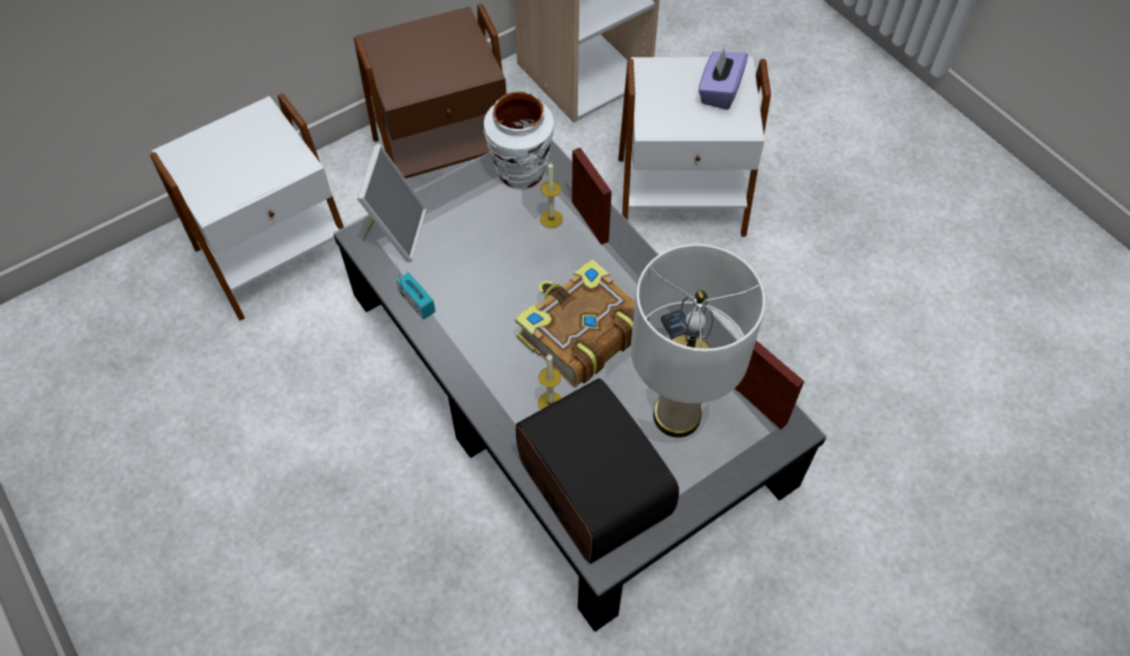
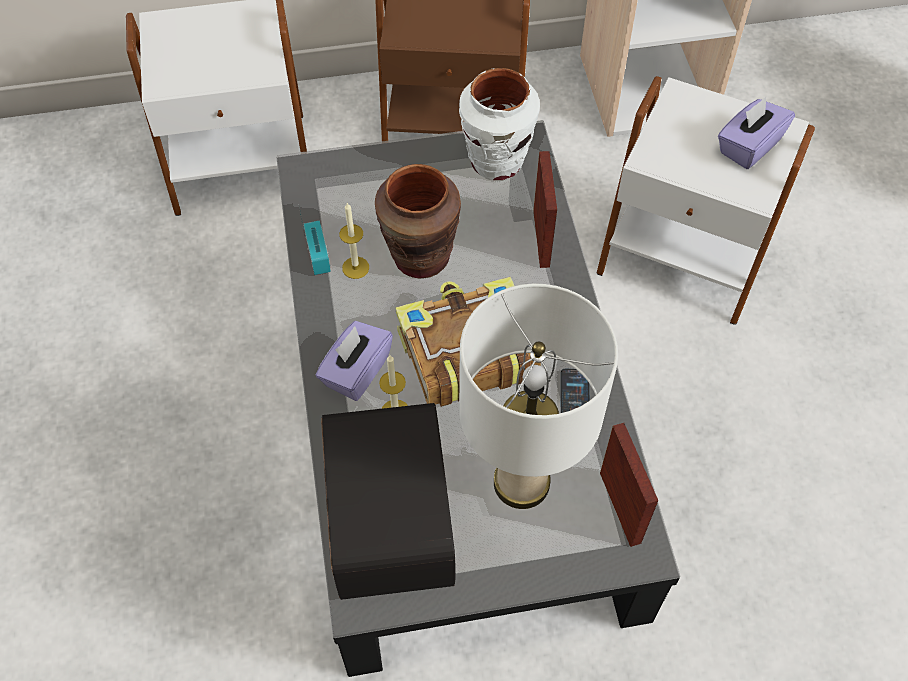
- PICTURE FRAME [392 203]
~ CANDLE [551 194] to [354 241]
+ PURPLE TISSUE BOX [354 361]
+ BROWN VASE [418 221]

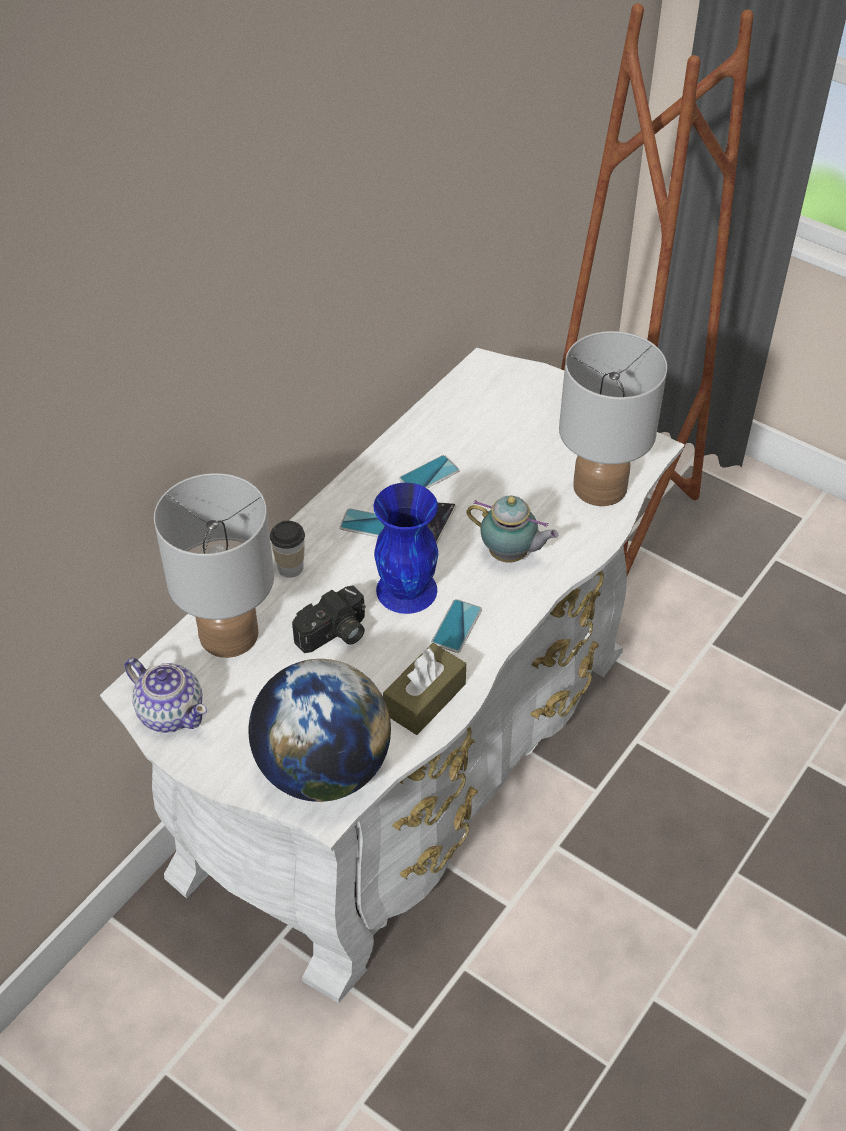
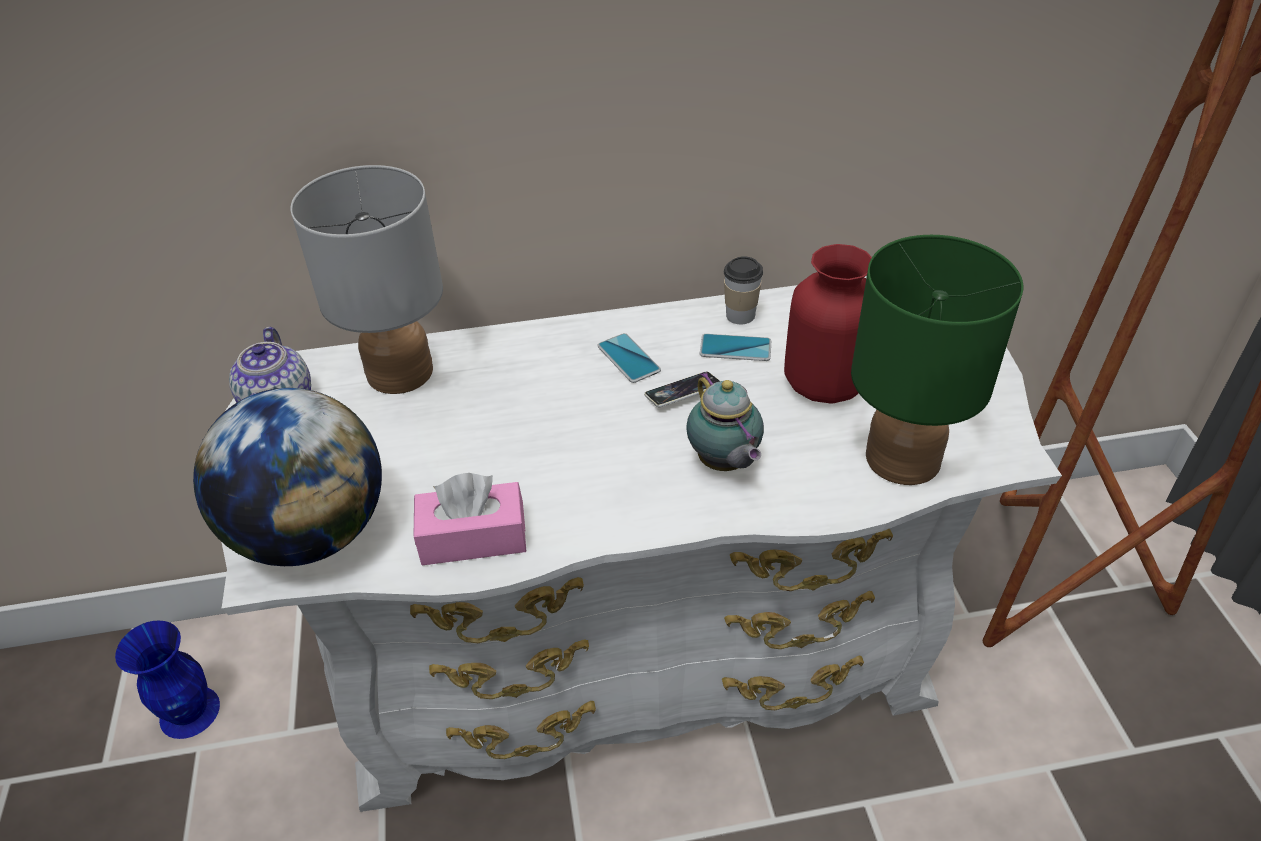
~ CUP [287 549] to [743 290]
- PHOTO CAMERA [329 619]
~ BLUE VASE [406 548] to [167 679]
~ BROWN TISSUE BOX [424 689] to PINK TISSUE BOX [470 519]
- PHONE [456 626]
~ GREY TABLE LAMP [613 418] to GREEN TABLE LAMP [937 360]
+ RED VASE [828 324]

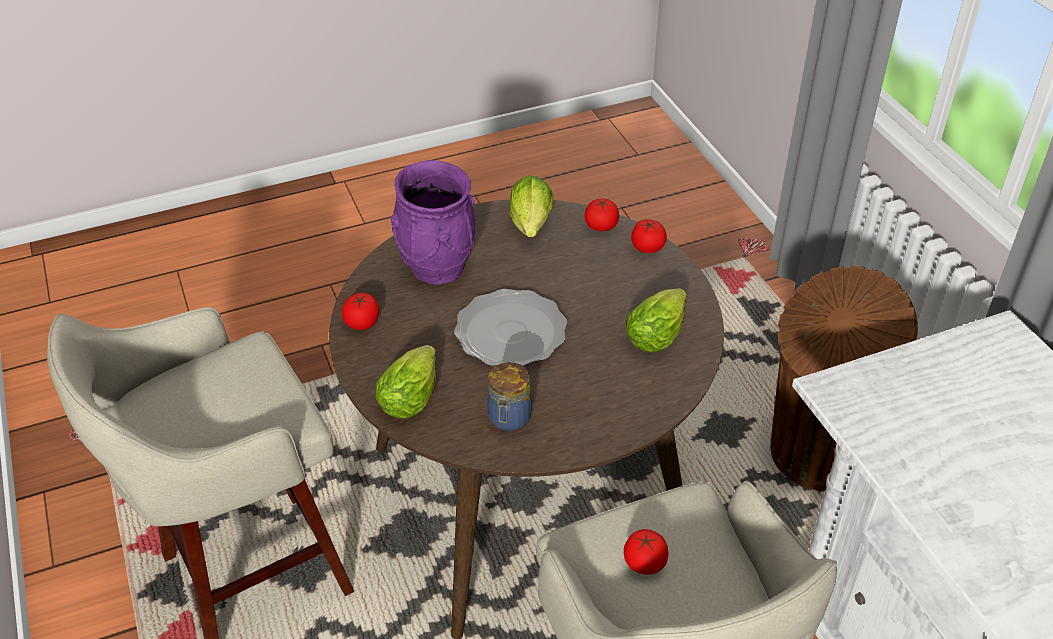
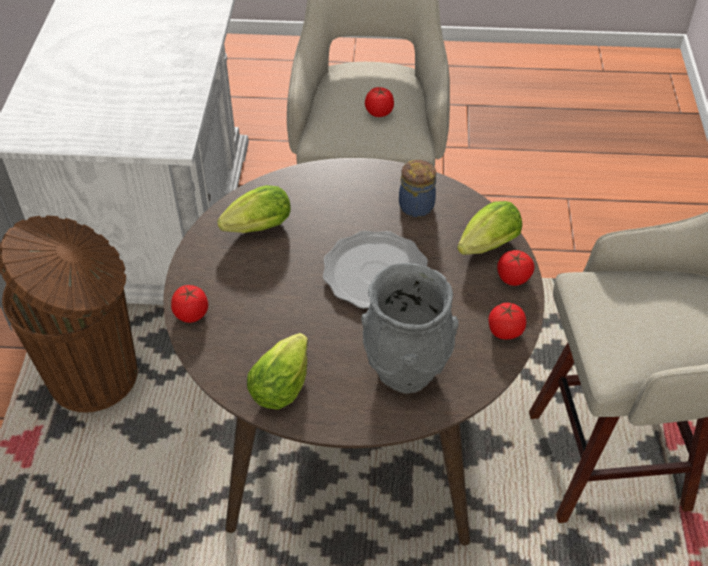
~ PURPLE VASE [433 222] to GREY VASE [410 328]
~ TOMATO [602 215] to [516 268]

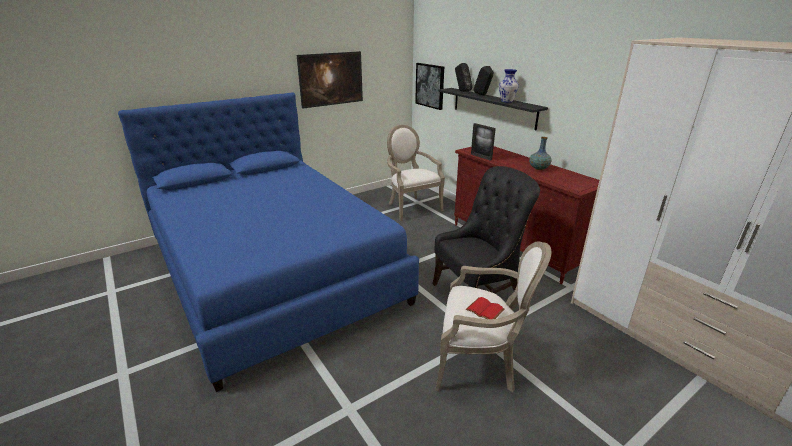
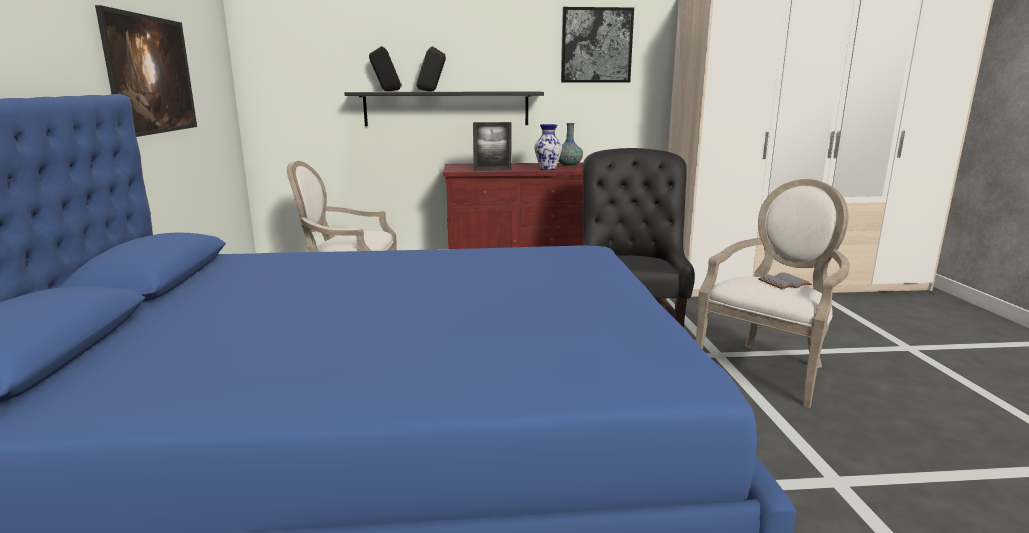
~ PICTURE [429 86] to [597 44]
~ RED BOOK [485 308] to GREY BOOK [785 281]
~ VASE [509 86] to [548 147]

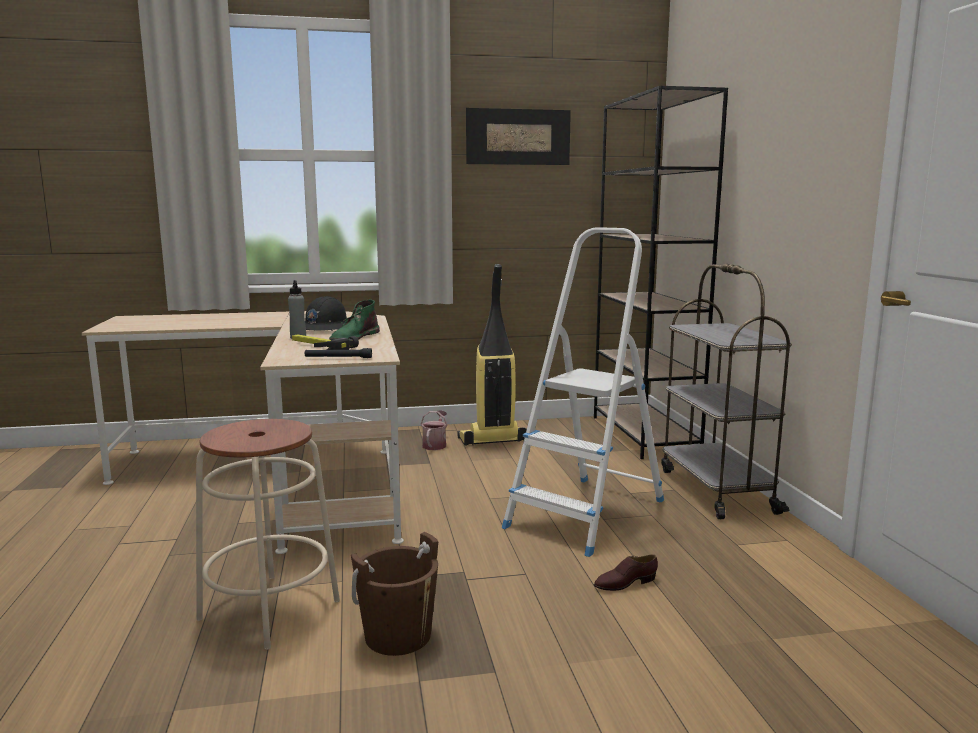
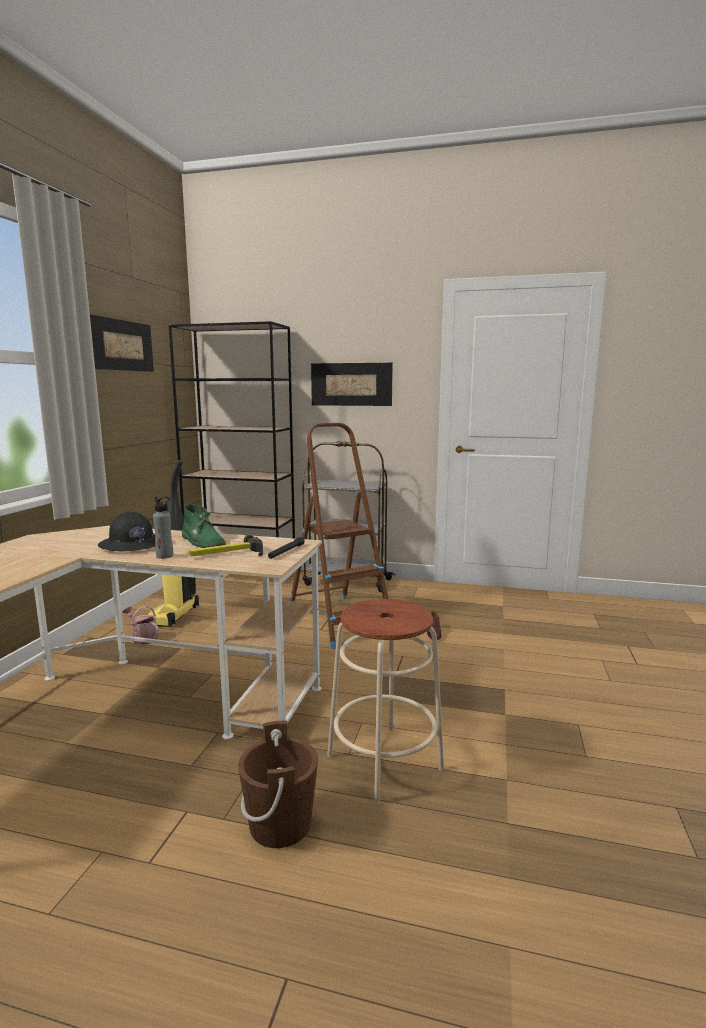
~ BROWN BUCKET [395 594] to [278 784]
~ WHITE STEP LADDER [583 392] to BROWN STEP LADDER [339 536]
+ PICTURE [352 384]

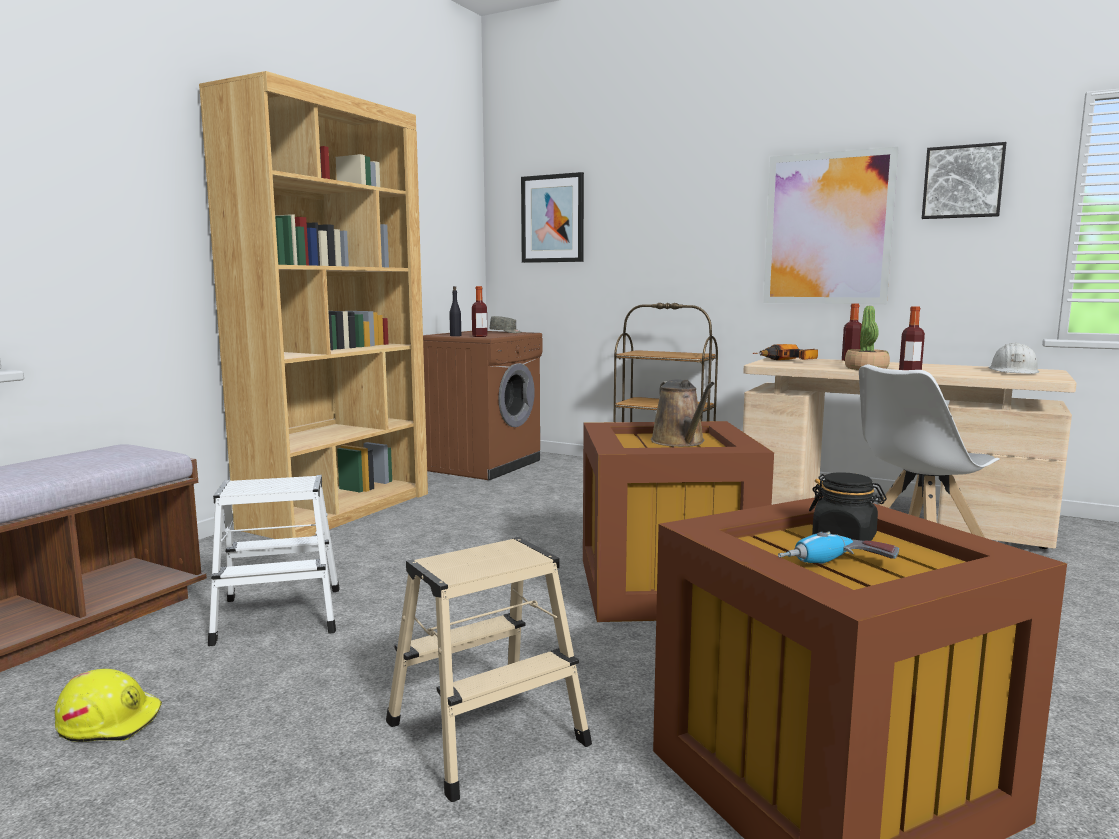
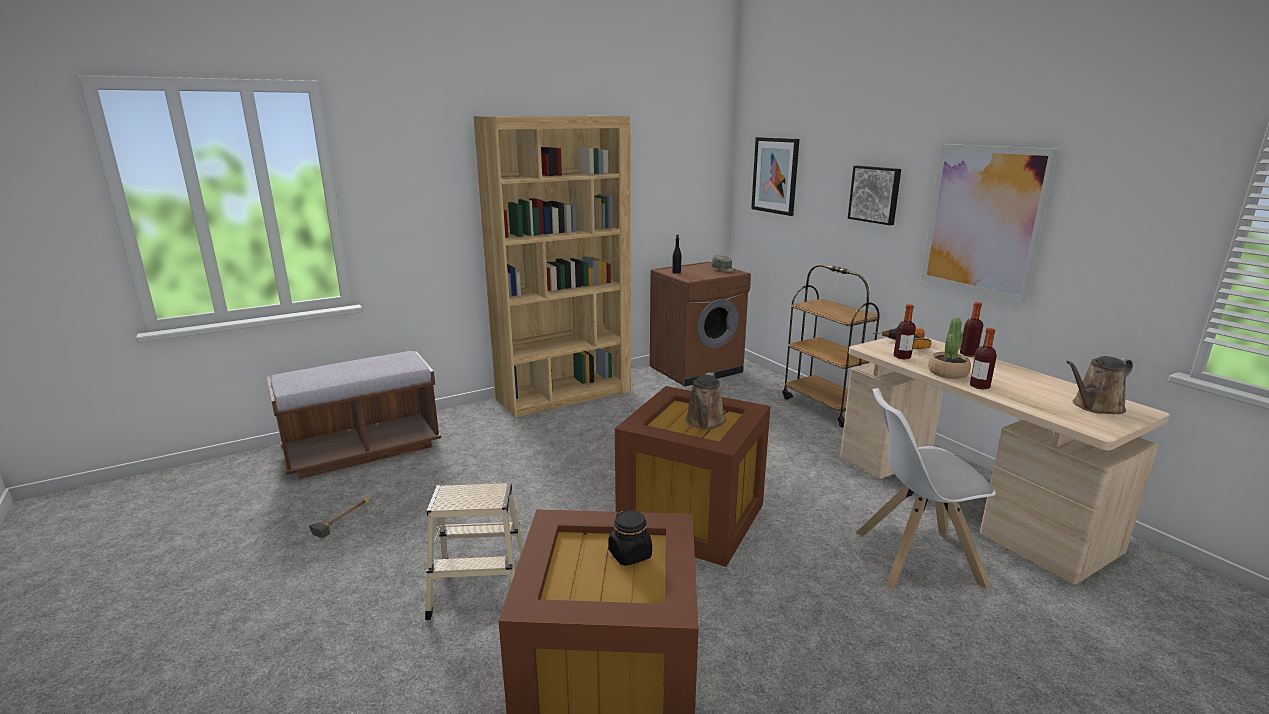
~ YELLOW HARD HAT [108 705] to HAMMER [339 518]
- WHITE STEP LADDER [274 560]
~ BOTTLE [479 311] to [905 332]
- POWER DRILL [838 548]
~ PICTURE [964 180] to [874 195]
~ WHITE HARD HAT [1014 358] to BROWN WATERING CAN [1099 385]

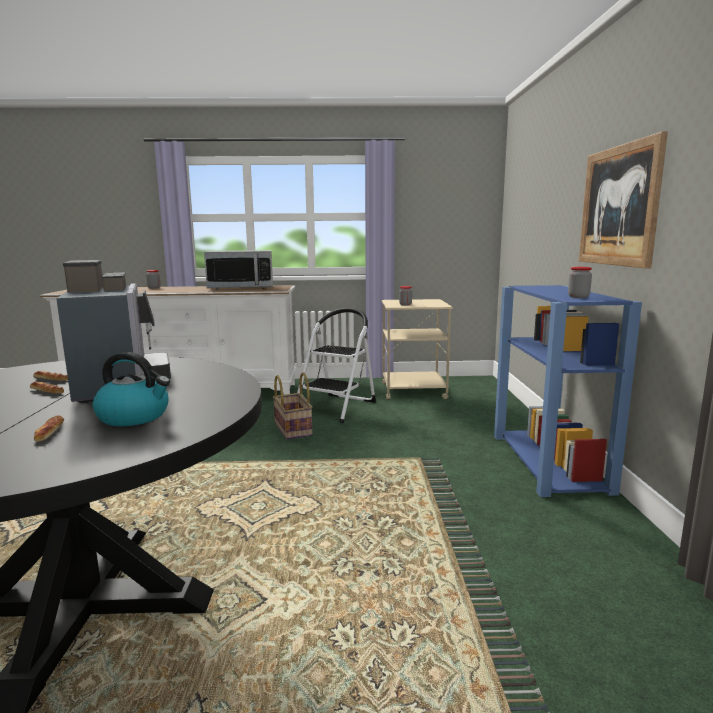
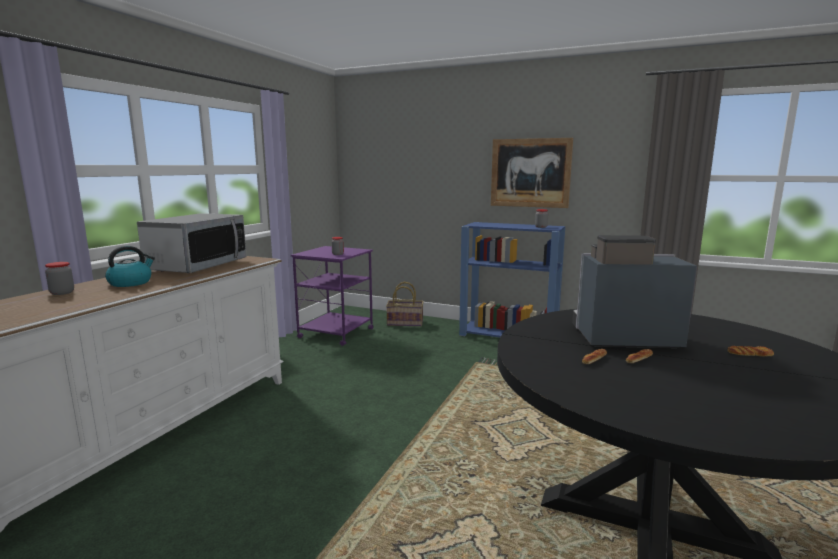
~ KETTLE [131 389] to [130 266]
~ BASKET [293 406] to [405 304]
- STEP LADDER [336 365]
~ BEIGE CART [417 349] to PURPLE CART [332 296]

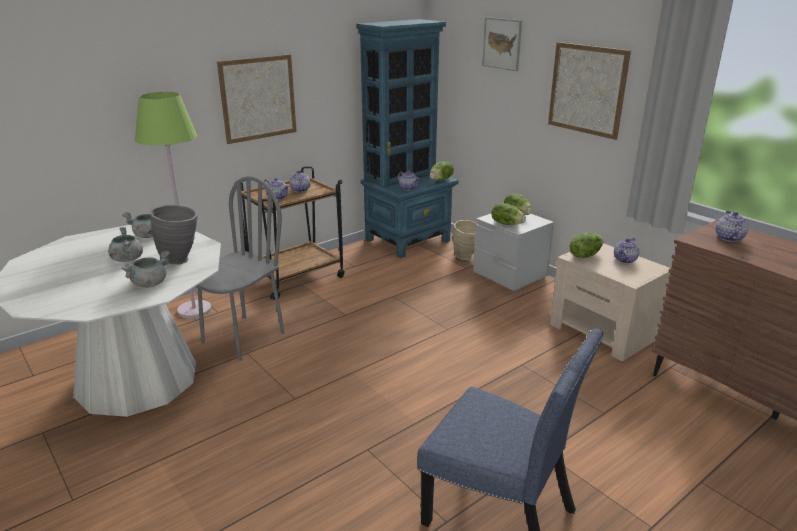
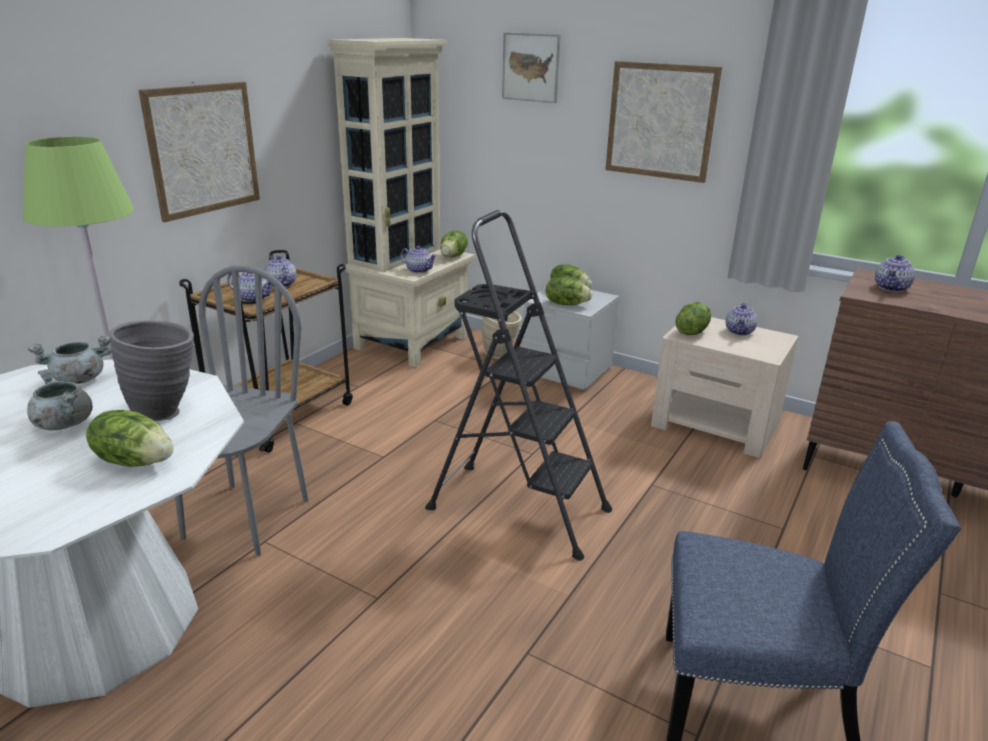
~ GREY COOKING POT [146 269] to LETTUCE [130 438]
~ BLUE CABINET [407 138] to BEIGE CABINET [401 202]
~ TEAPOT [732 226] = [895 273] 135 degrees counterclockwise
+ STEP LADDER [518 385]

